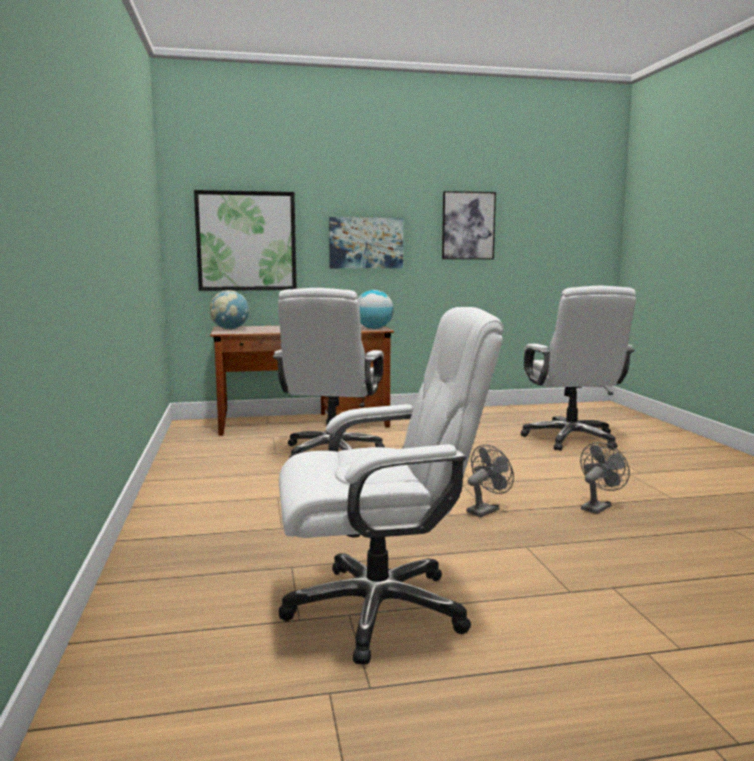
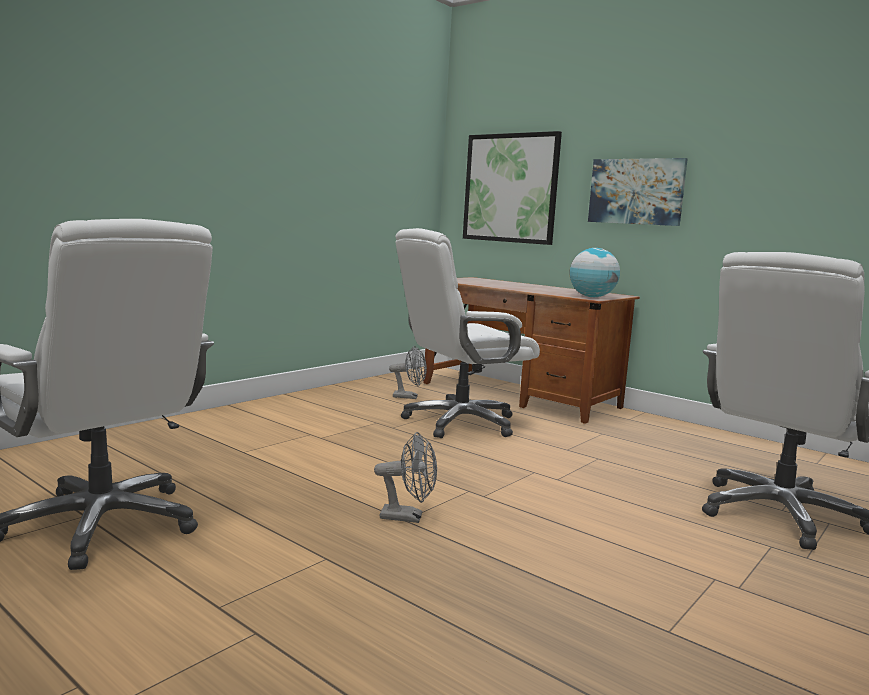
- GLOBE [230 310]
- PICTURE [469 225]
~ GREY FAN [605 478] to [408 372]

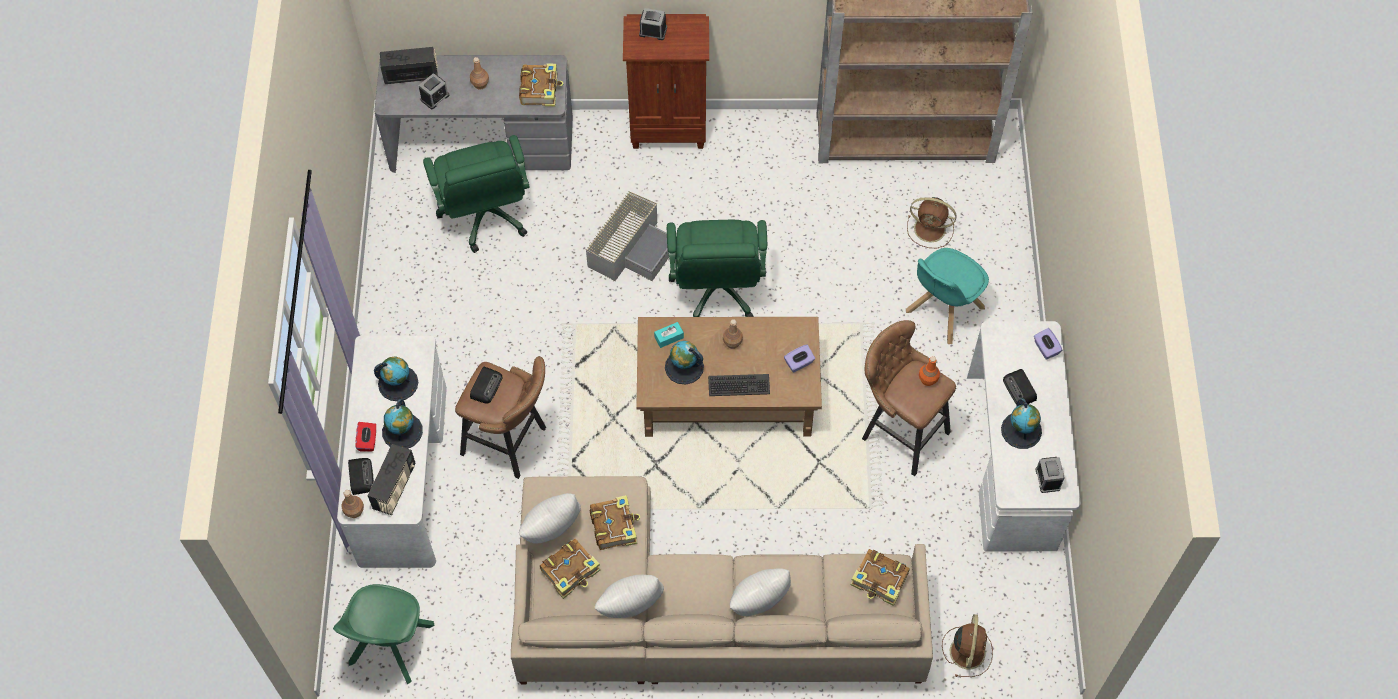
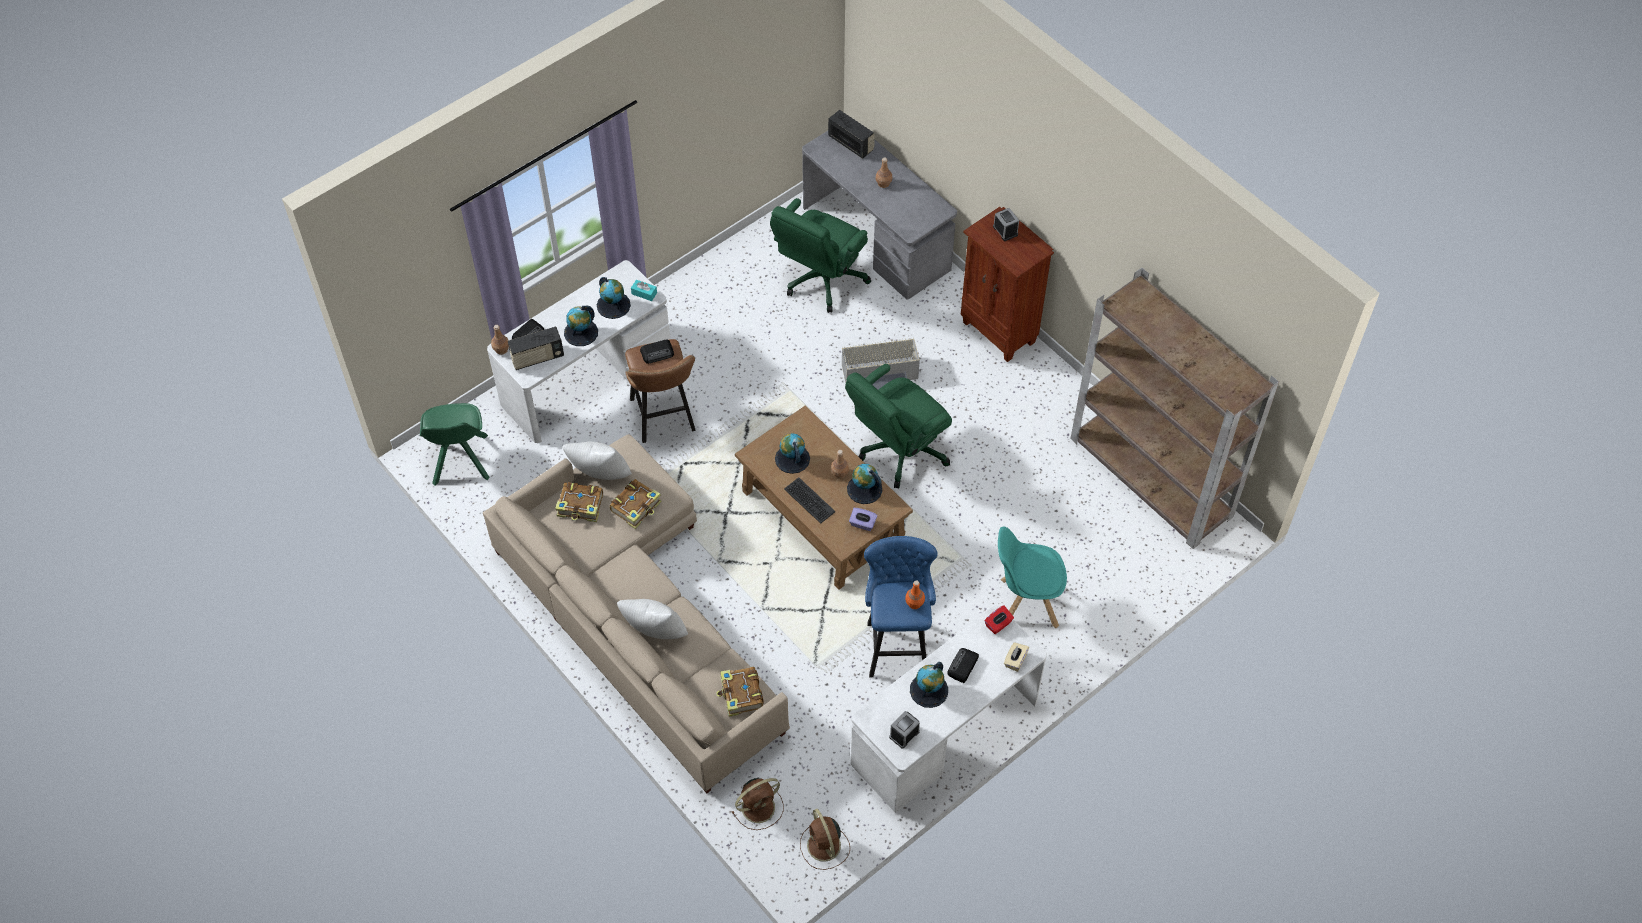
~ GREEN CHAIR [384 634] = [455 444] 75 degrees counterclockwise
~ RED TISSUE BOX [365 436] to [999 619]
- ALARM CLOCK [434 91]
- BOOK [541 85]
- WHITE PILLOW [629 596]
~ TURQUOISE TISSUE BOX [669 335] to [644 290]
~ BROWN STOOL [909 398] to BLUE STOOL [901 606]
~ BROWN FAN [932 222] to [825 839]
~ PURPLE TISSUE BOX [1048 343] to BEIGE TISSUE BOX [1016 657]
+ GLOBE [864 484]

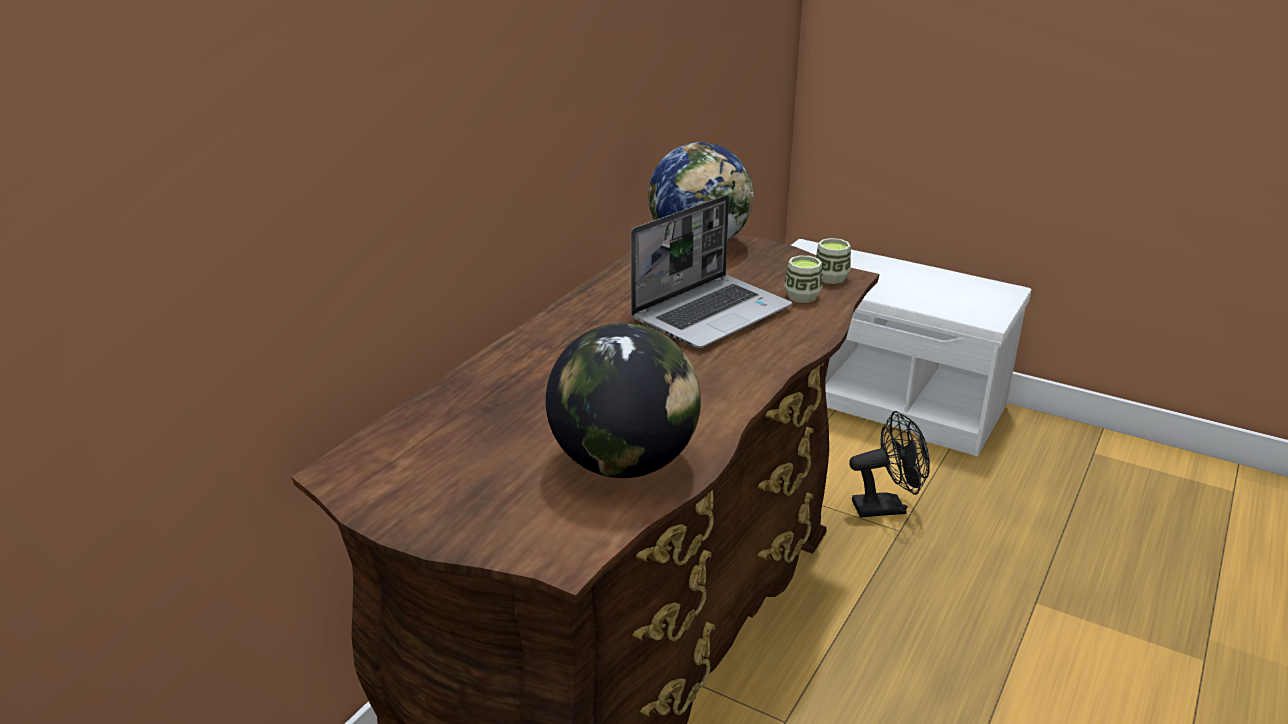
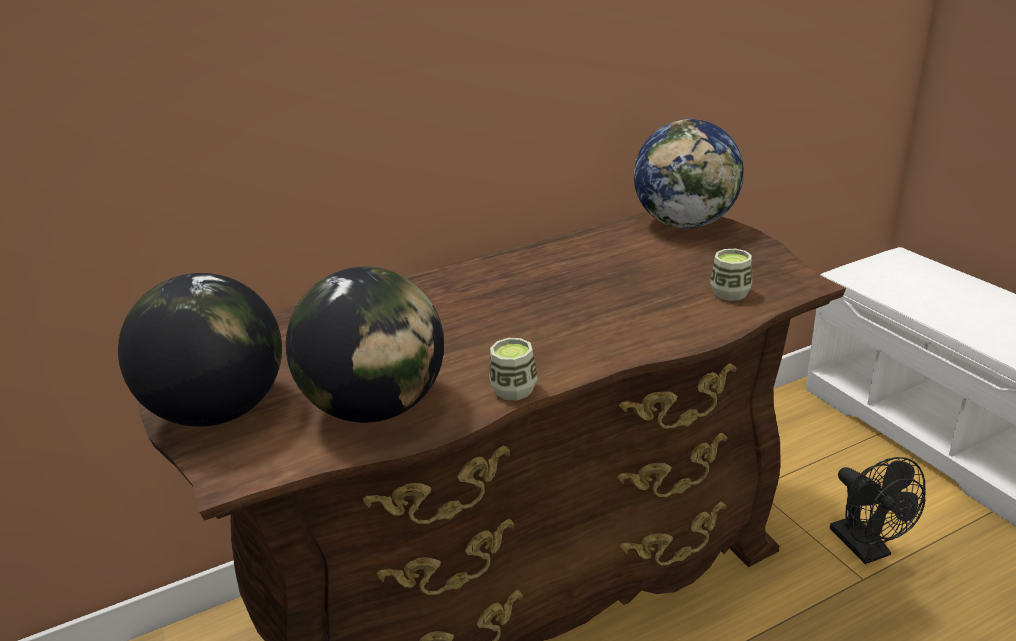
- LAPTOP [711 271]
~ CUP [833 261] to [513 369]
~ BLACK FAN [889 464] = [877 510] 45 degrees clockwise
+ GLOBE [200 350]

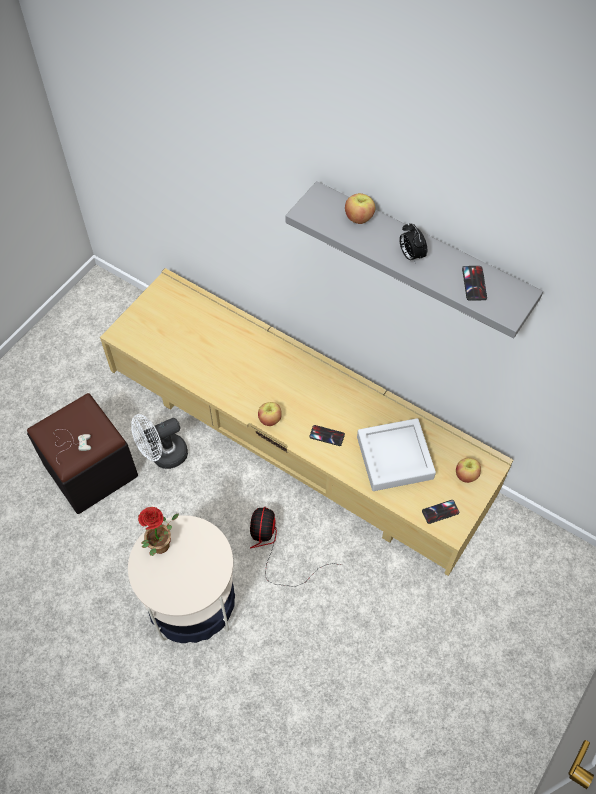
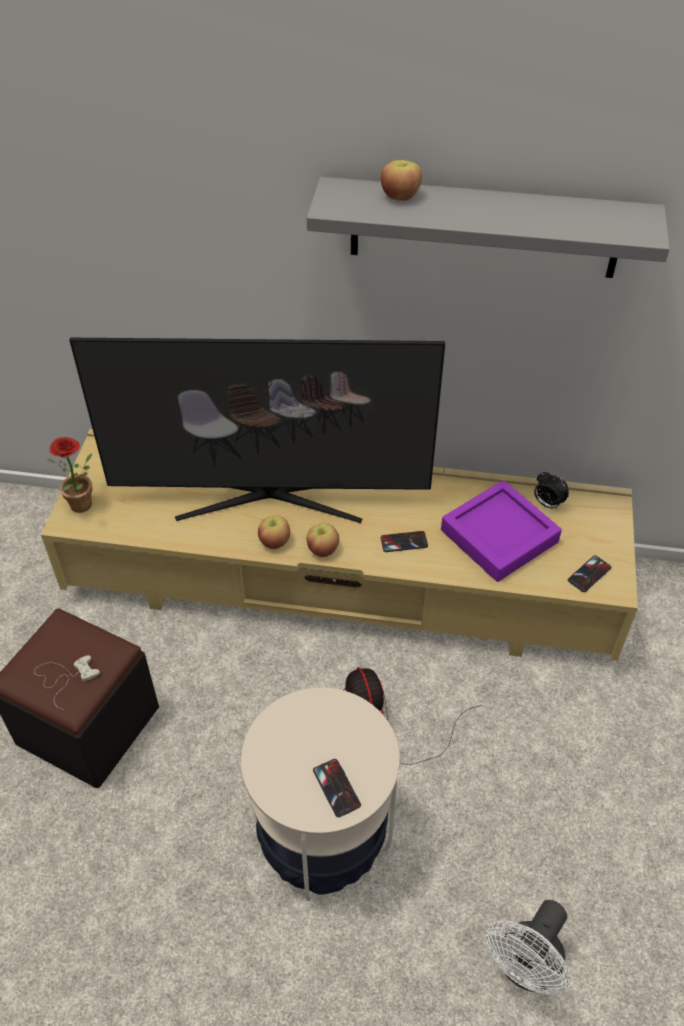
~ WHITE FAN [159 441] to [528 947]
~ POTTED PLANT [158 531] to [70 475]
~ GREY TRAY [396 454] to PURPLE TRAY [501 531]
~ ALARM CLOCK [413 243] to [551 491]
~ APPLE [468 470] to [274 532]
~ PHONE [474 283] to [337 788]
+ TELEVISION [257 430]

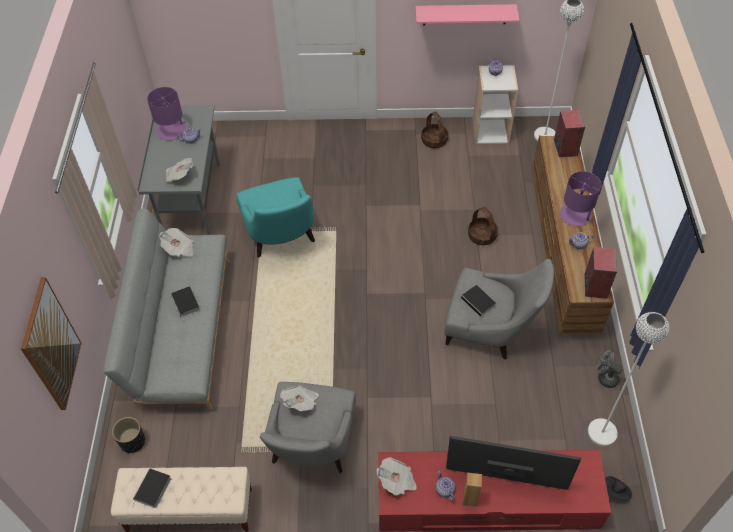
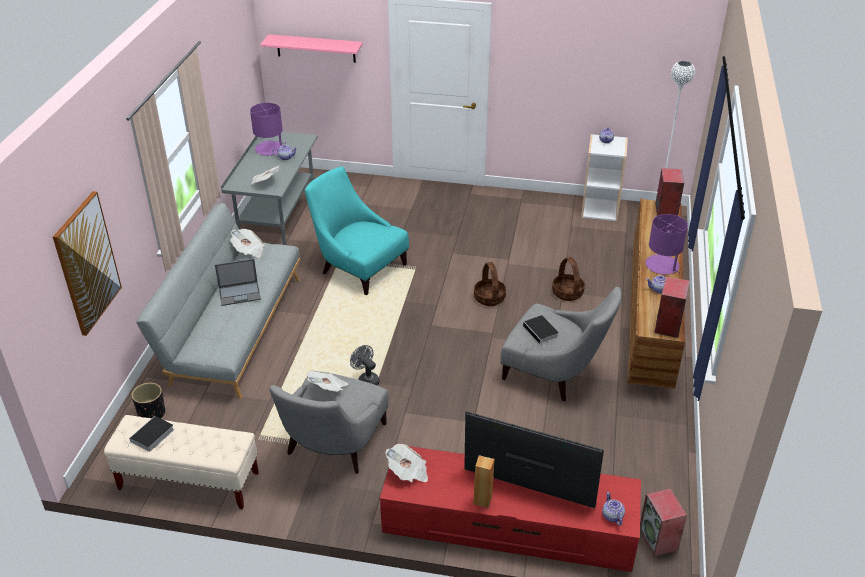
~ BOOK [185 303] to LAPTOP [238 282]
~ TURQUOISE ARMCHAIR [275 217] = [357 231] 135 degrees clockwise
~ PINK SHELF [467 15] to [311 48]
~ BASKET [435 130] to [490 284]
~ TEAPOT [445 486] to [613 509]
- WHITE FLOOR LAMP [628 379]
~ GREY FAN [609 369] to [365 365]
~ BLACK HAT [618 488] to SPEAKER [663 522]

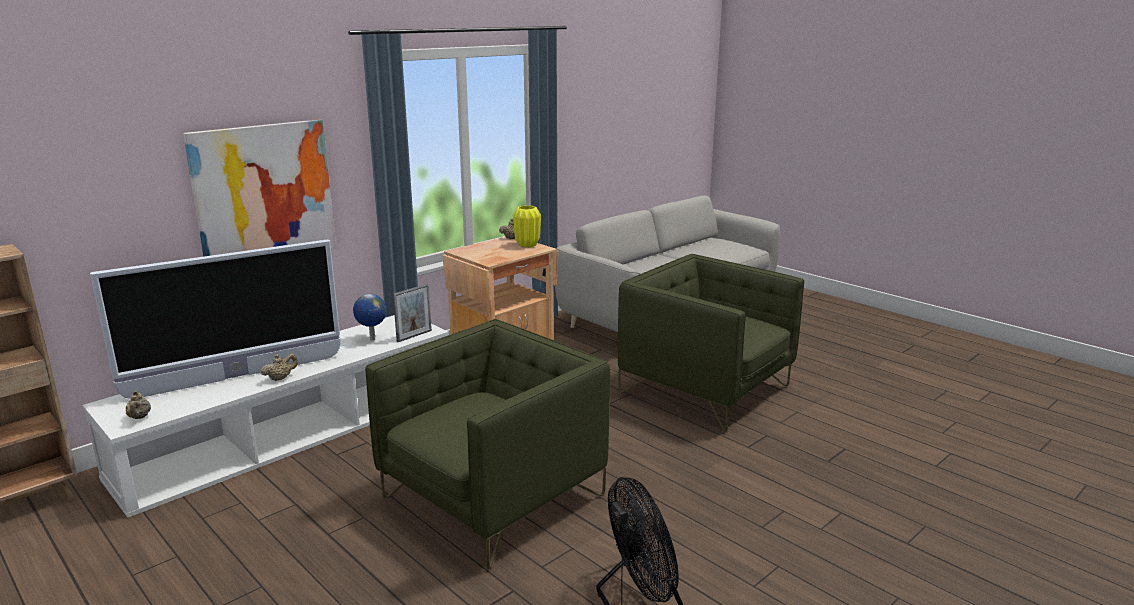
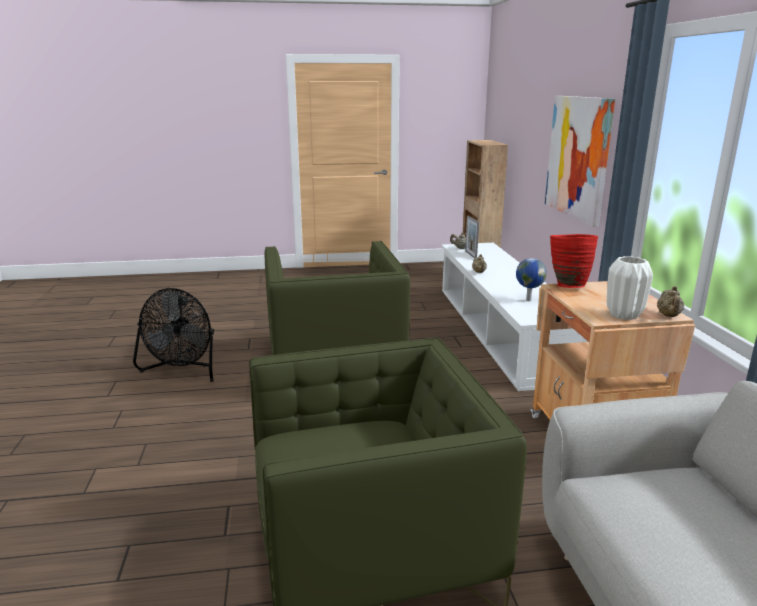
- TELEVISION [215 319]
~ PICTURE FRAME [412 313] to [472 237]
~ YELLOW VASE [527 226] to WHITE VASE [630 288]
+ RED VASE [574 261]

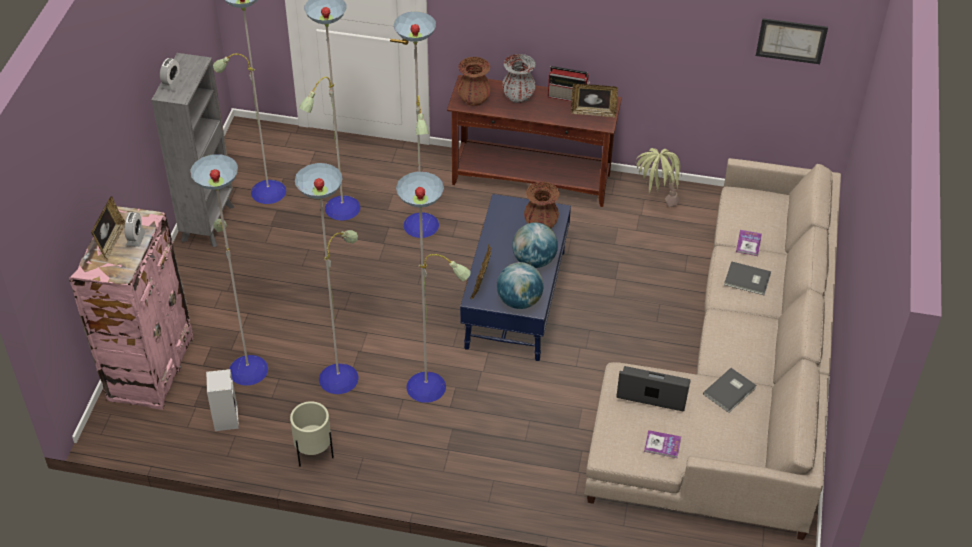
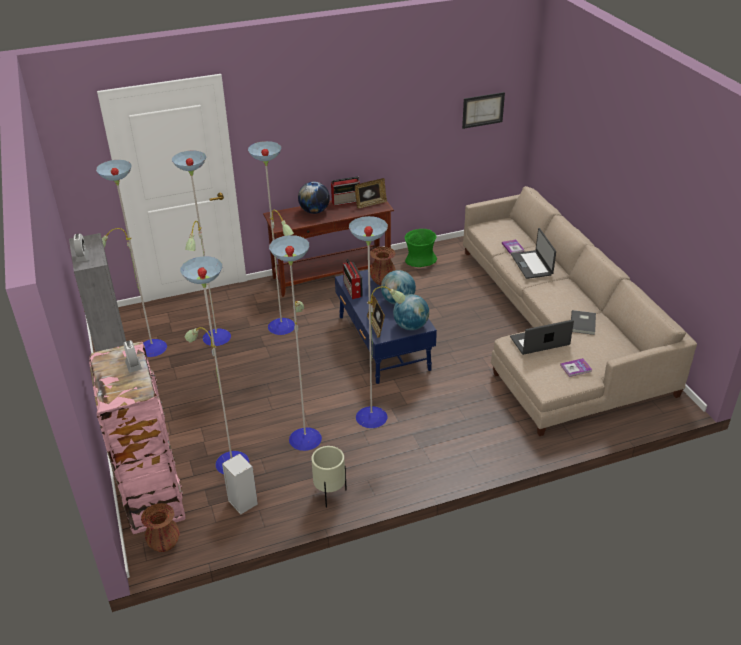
- PICTURE FRAME [108 228]
~ BROWN VASE [474 81] to [160 527]
~ GREY VASE [519 78] to GLOBE [314 198]
~ POTTED PLANT [658 177] to GREEN VASE [421 248]
~ GREY BOOK [747 278] to LAPTOP [533 253]
+ RADIO [353 279]

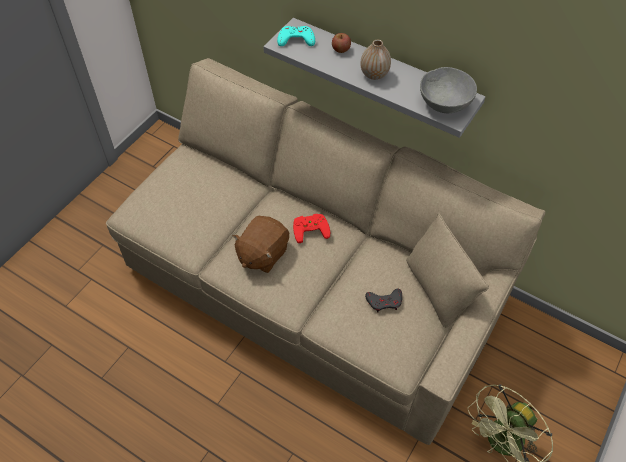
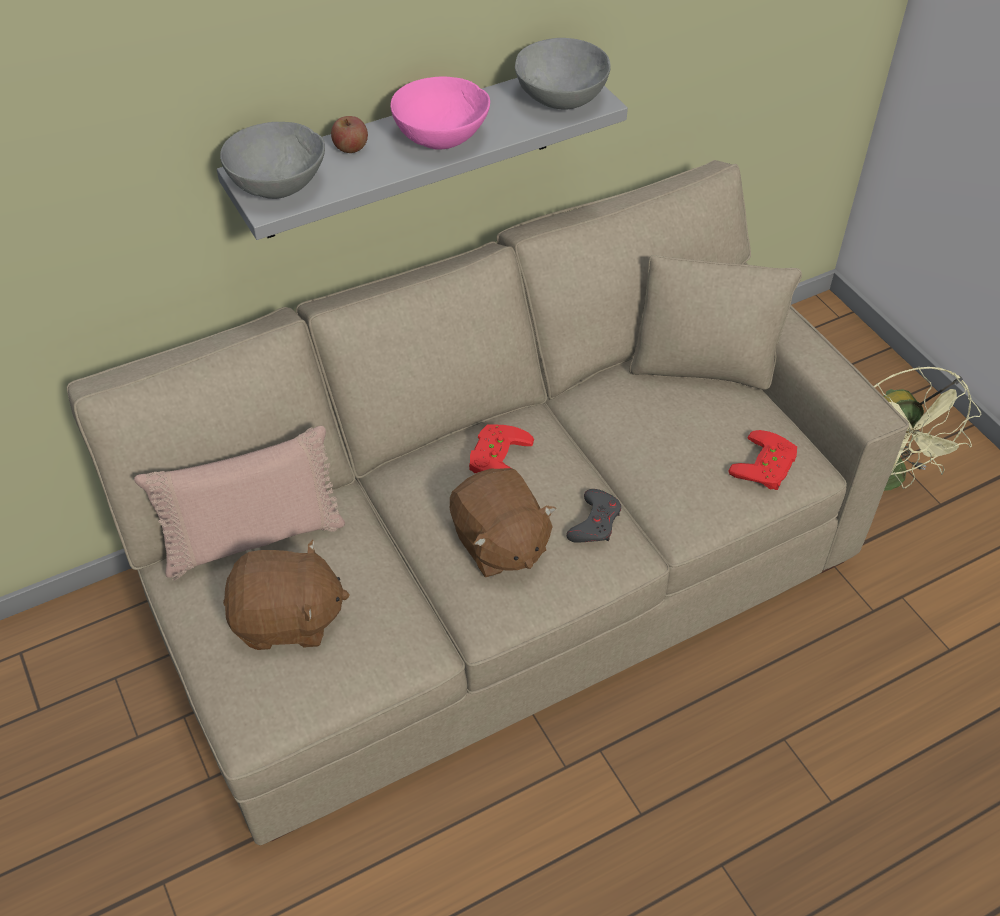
~ TURQUOISE GAME CONTROLLER [296 36] to GREY BOWL [272 160]
~ VASE [375 60] to PINK BOWL [440 112]
~ GREY GAME CONTROLLER [383 300] to [593 516]
+ BEIGE PILLOW [239 503]
+ BROWN PLUSH TOY [286 595]
+ RED GAME CONTROLLER [762 460]

